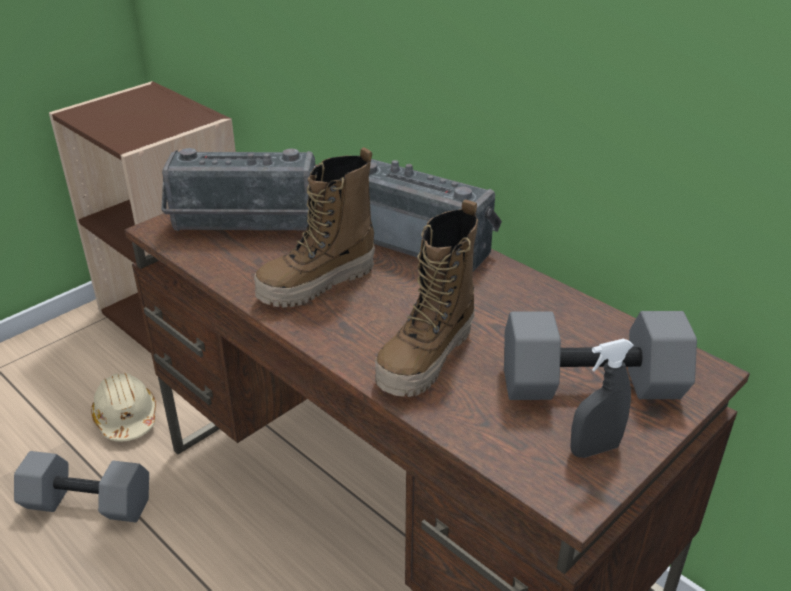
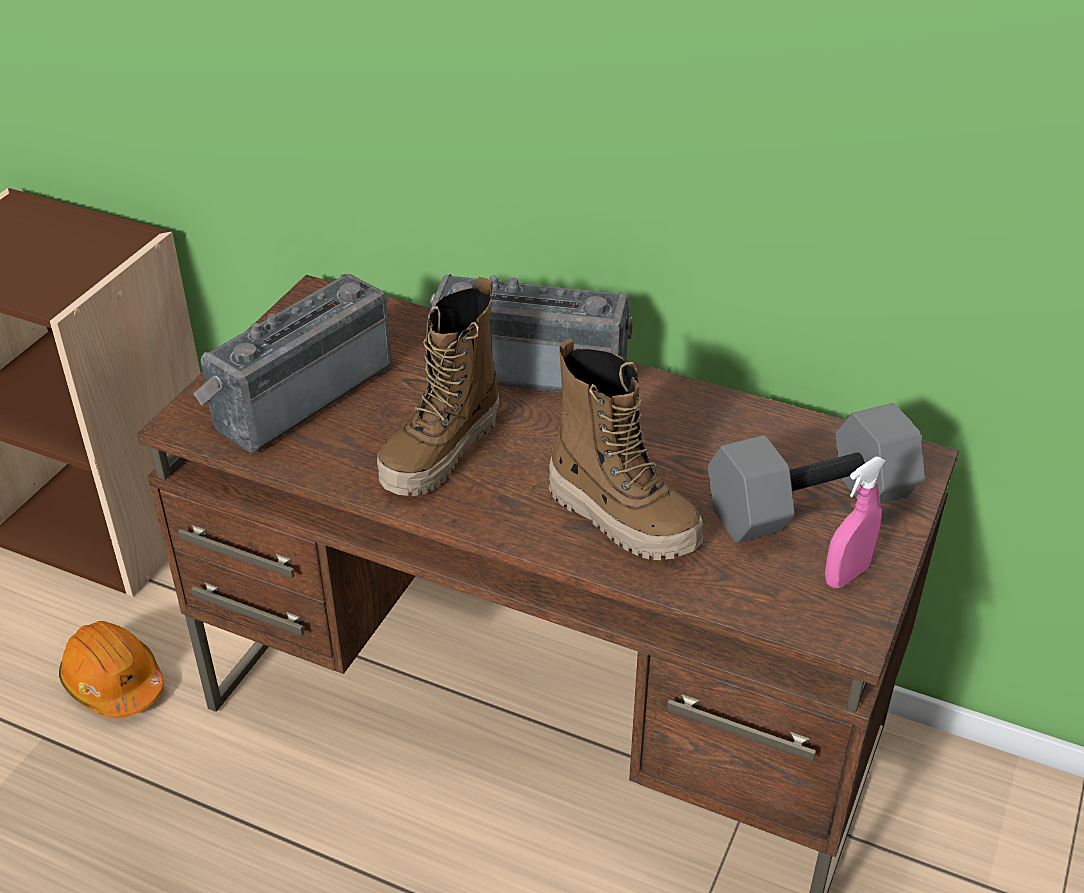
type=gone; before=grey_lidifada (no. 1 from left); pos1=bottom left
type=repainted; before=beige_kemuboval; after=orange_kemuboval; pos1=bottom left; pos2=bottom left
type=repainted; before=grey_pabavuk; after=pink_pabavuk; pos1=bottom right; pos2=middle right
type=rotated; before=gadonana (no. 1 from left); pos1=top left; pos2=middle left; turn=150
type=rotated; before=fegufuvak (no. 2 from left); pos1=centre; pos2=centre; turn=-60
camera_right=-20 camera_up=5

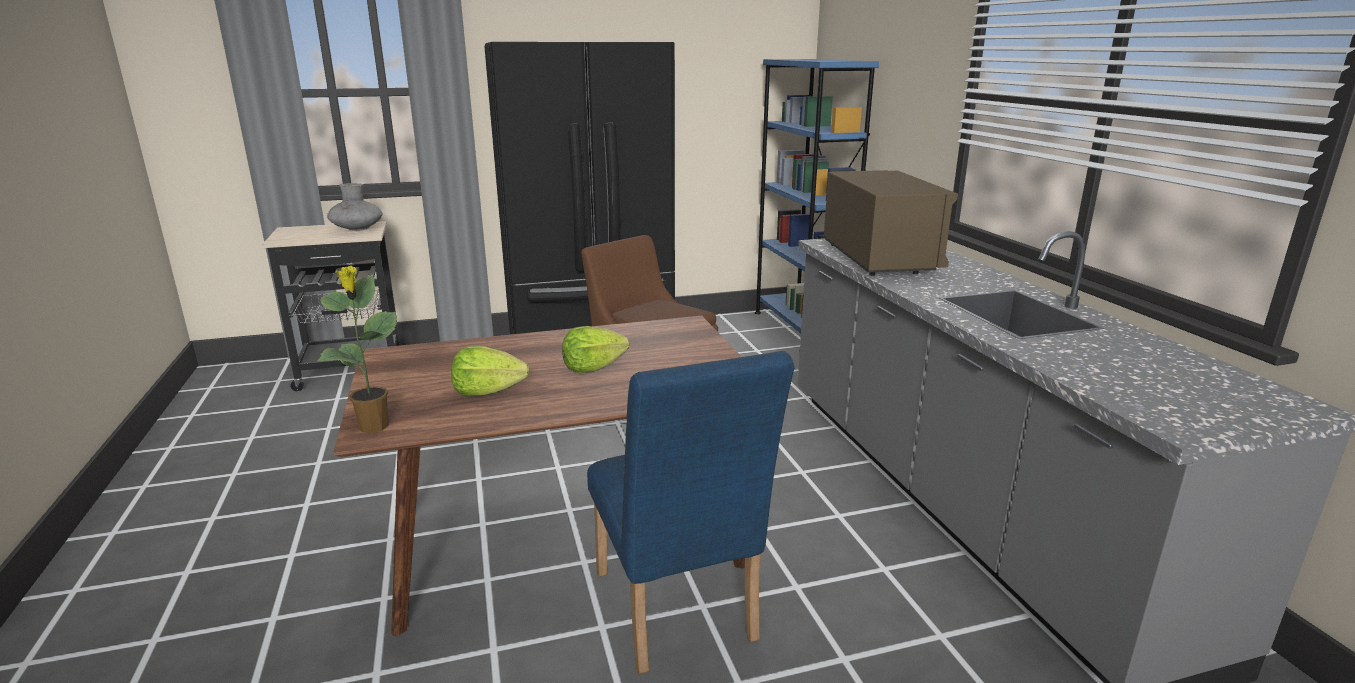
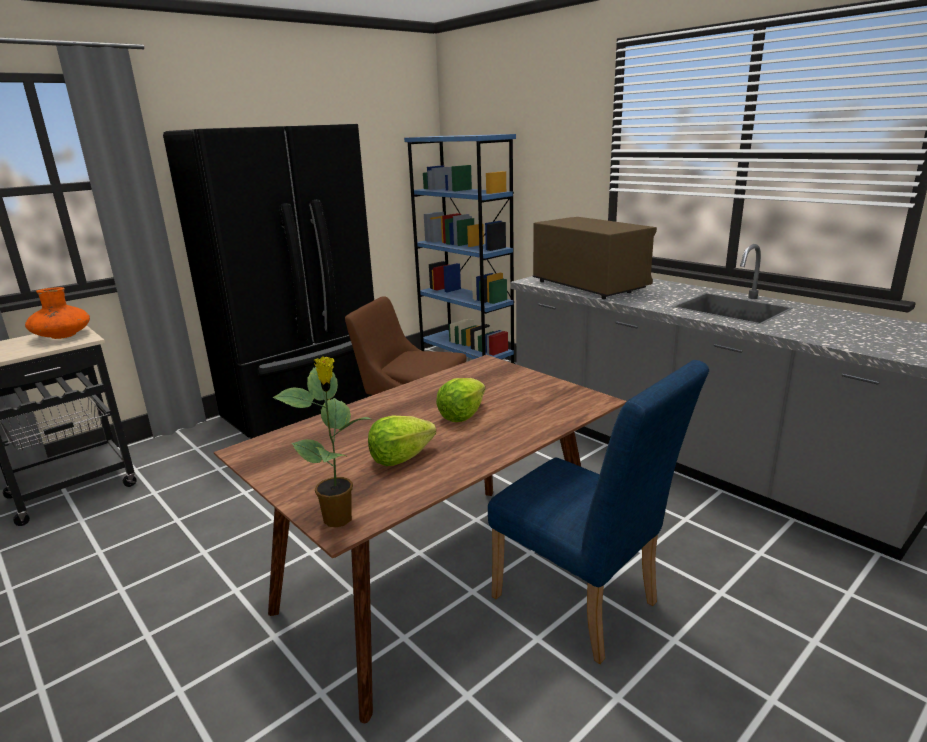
type=repainted; before=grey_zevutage; after=orange_zevutage; pos1=top left; pos2=middle left
camera_right=-25 camera_up=0

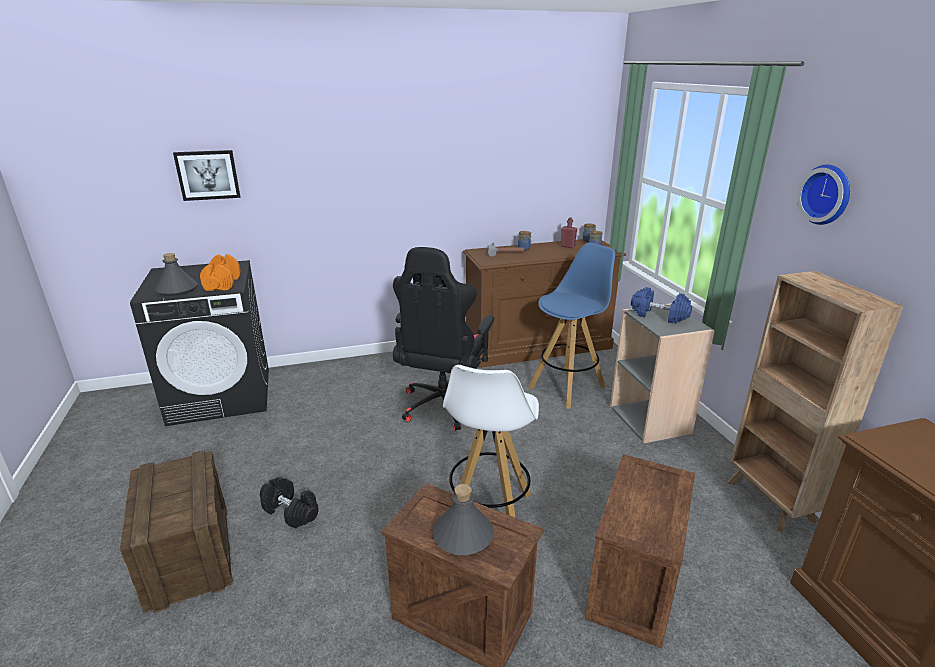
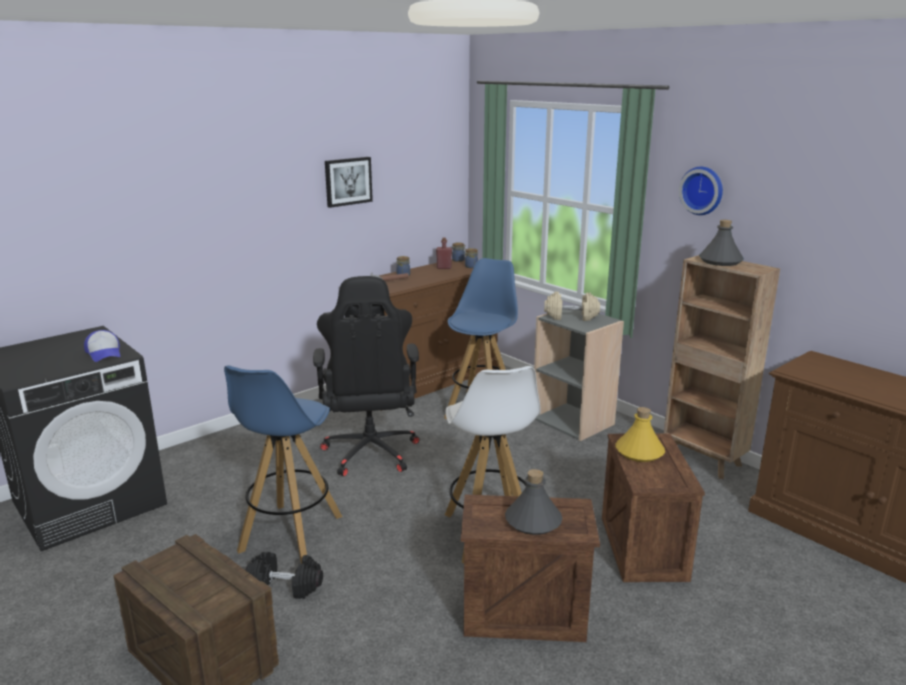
type=new; after=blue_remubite (no. 1 from left); pos2=bottom left
type=new; after=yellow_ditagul; pos2=middle right
type=shifted; before=grey_ditagul (no. 1 from left in the first image); after=grey_ditagul (no. 2 from left); pos1=middle left; pos2=middle right
type=shifted; before=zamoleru; pos1=top left; pos2=top centre
type=swapped; before=orange_lidifada; after=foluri; pos1=middle left; pos2=middle left
type=repainted; before=blue_lidifada; after=beige_lidifada; pos1=middle right; pos2=centre
camera_right=-25 camera_up=-5

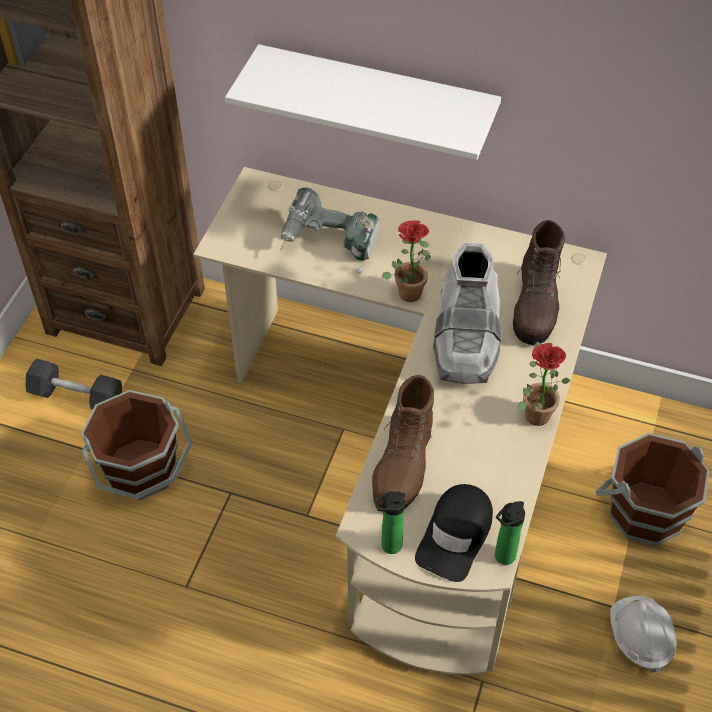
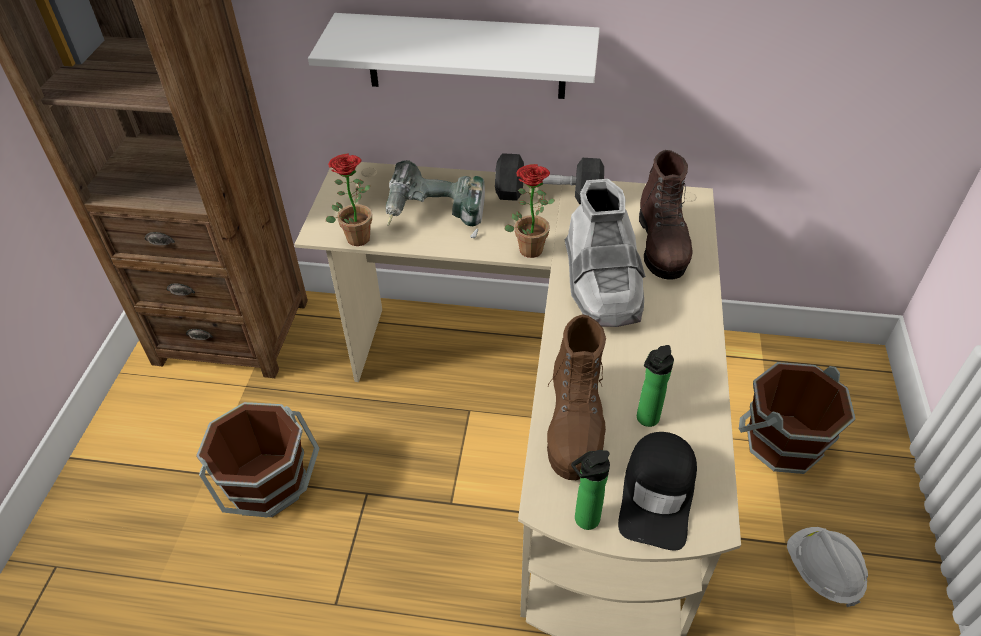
type=shifted; before=black_lidifada; pos1=middle left; pos2=top centre
type=shifted; before=ditagul (no. 2 from left); pos1=bottom right; pos2=middle right
type=shifted; before=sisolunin (no. 2 from left in the first image); after=sisolunin (no. 1 from left); pos1=middle right; pos2=top centre
camera_right=-10 camera_up=-5

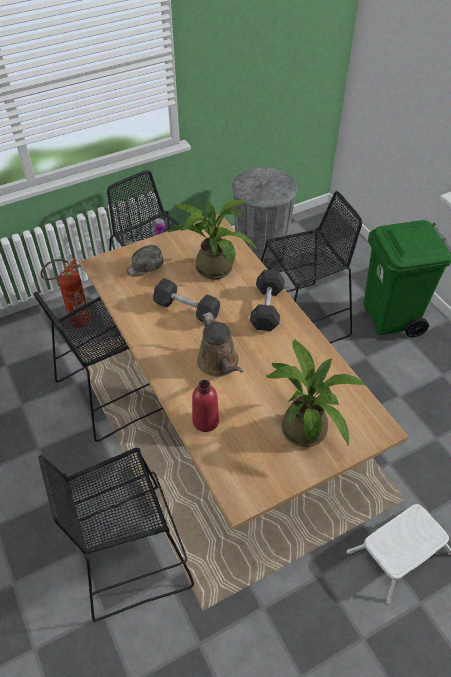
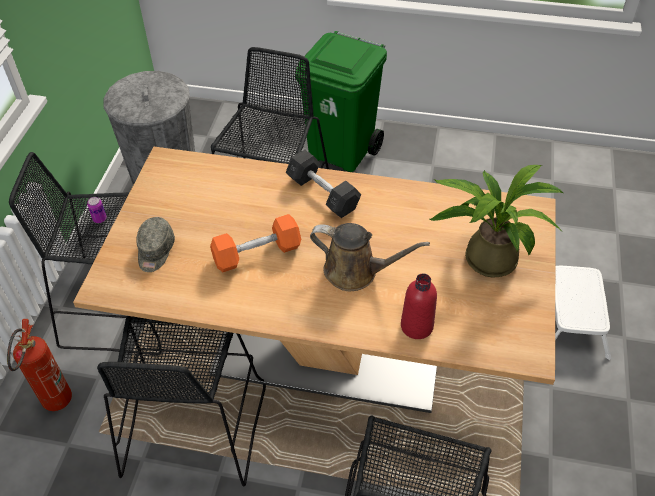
type=gone; before=sisolunin (no. 1 from left); pos1=centre
type=repainted; before=grey_lidifada (no. 1 from left); after=orange_lidifada; pos1=centre; pos2=centre
camera_right=-50 camera_up=0

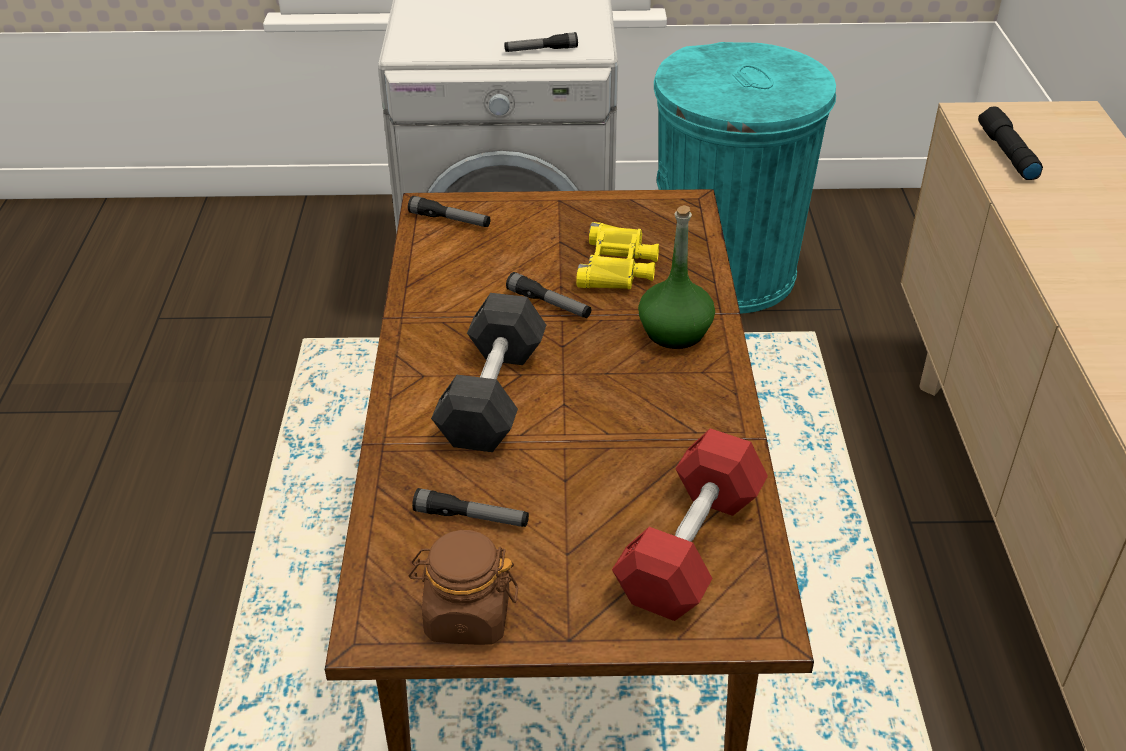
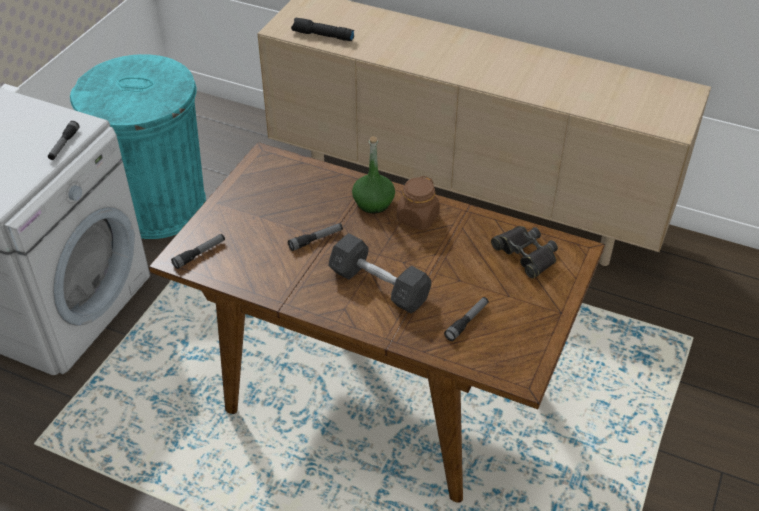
type=gone; before=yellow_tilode; pos1=centre
type=shifted; before=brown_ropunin; pos1=bottom centre; pos2=centre
type=swapped; before=red_lidifada; after=black_tilode; pos1=bottom centre; pos2=middle right
camera_right=-65 camera_up=5

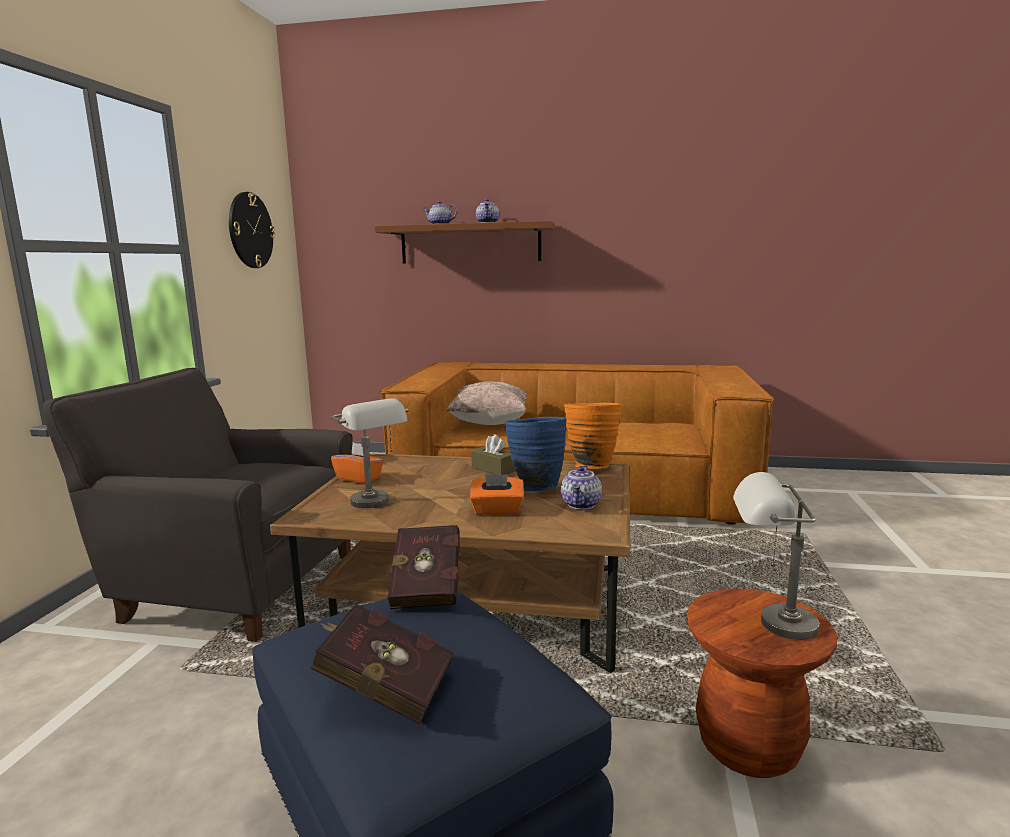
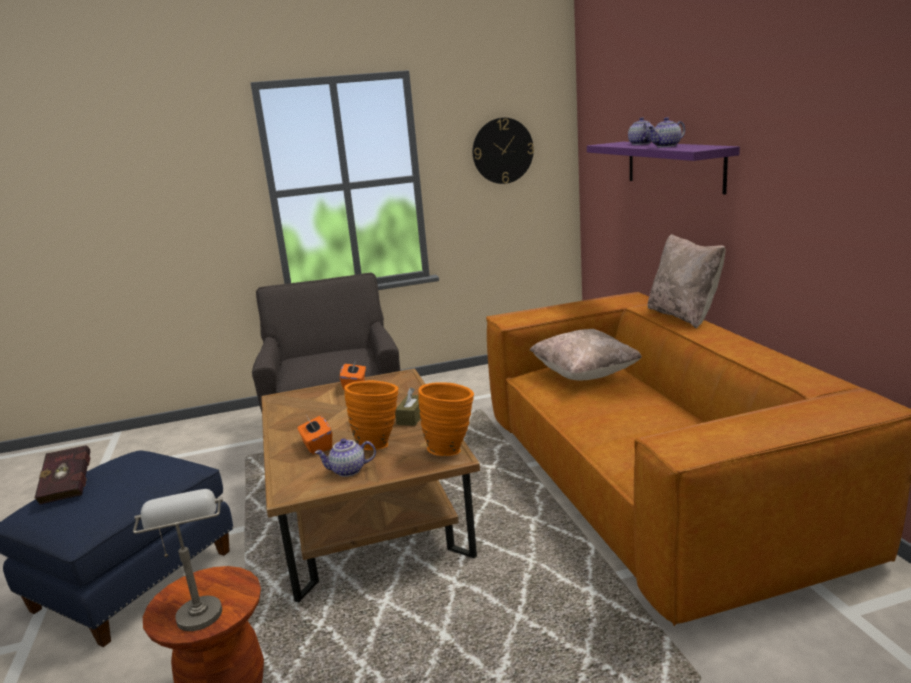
type=gone; before=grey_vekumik (no. 1 from left); pos1=centre
type=gone; before=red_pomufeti (no. 2 from left); pos1=bottom centre
type=new; after=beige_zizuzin (no. 2 from left); pos2=middle right
type=repainted; before=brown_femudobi; after=purple_femudobi; pos1=top centre; pos2=top right
type=repainted; before=blue_zevutage; after=orange_zevutage (no. 1 from left); pos1=centre; pos2=centre
camera_right=65 camera_up=5

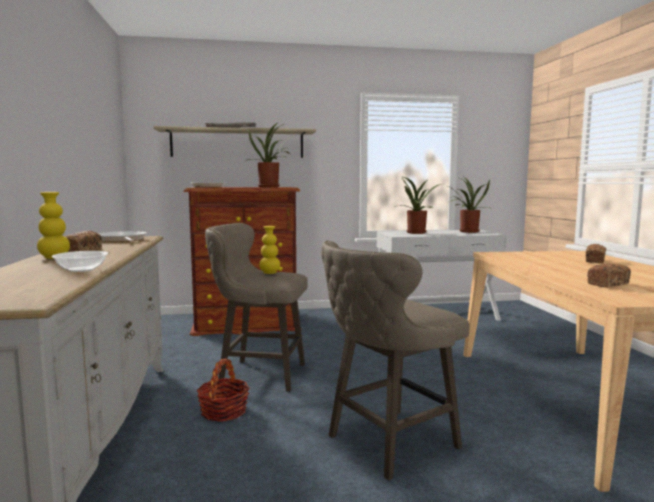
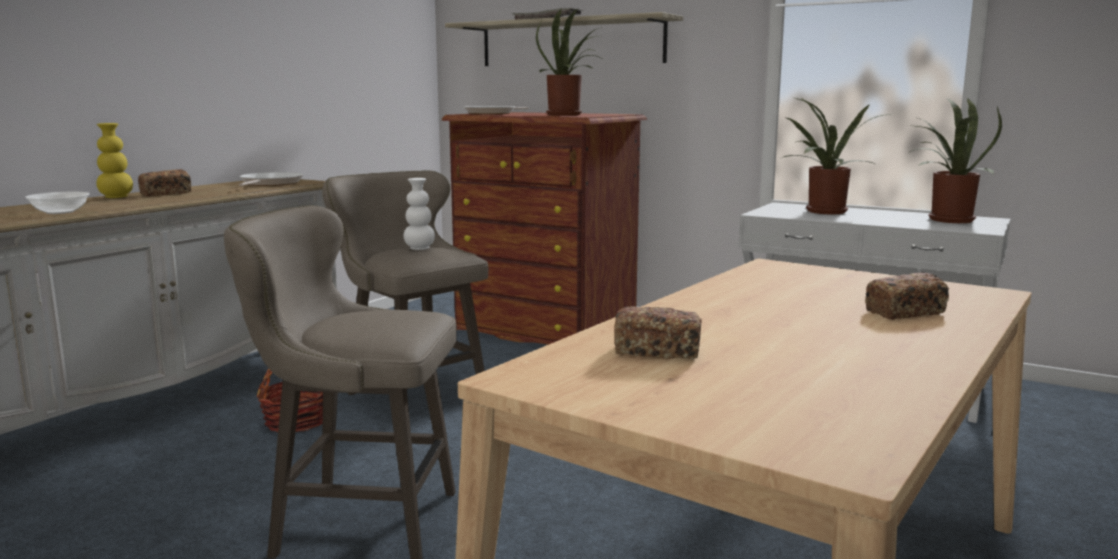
type=repainted; before=yellow_zevutage (no. 2 from left); after=white_zevutage; pos1=centre; pos2=centre
camera_right=40 camera_up=5

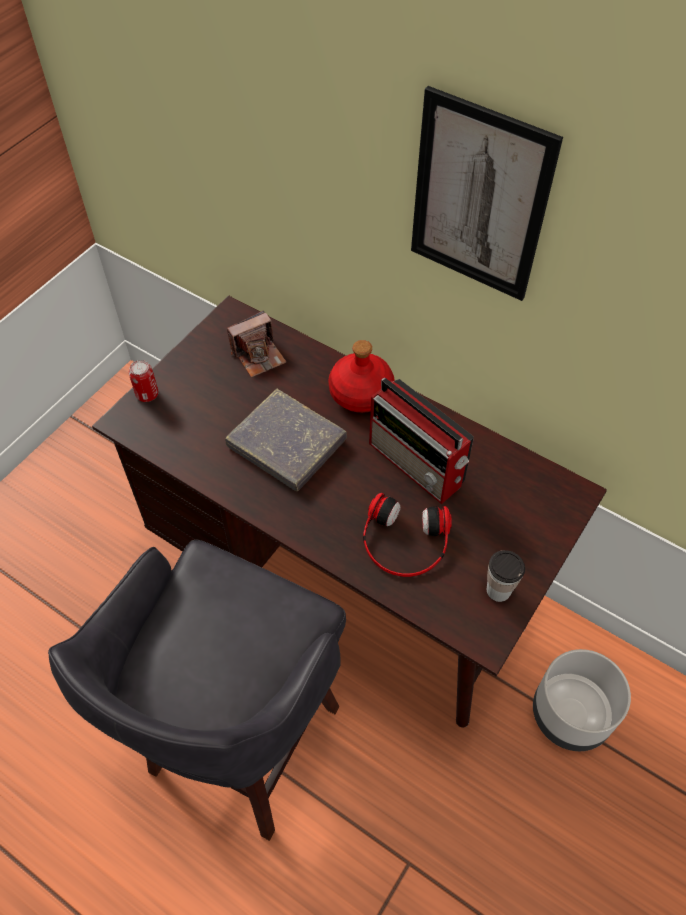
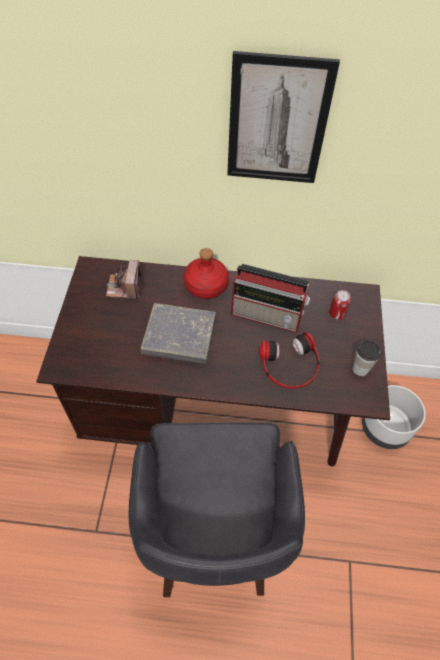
type=shifted; before=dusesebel; pos1=middle left; pos2=middle right
type=rotated; before=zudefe; pos1=centre; pos2=middle left; turn=150
camera_right=-30 camera_up=0

